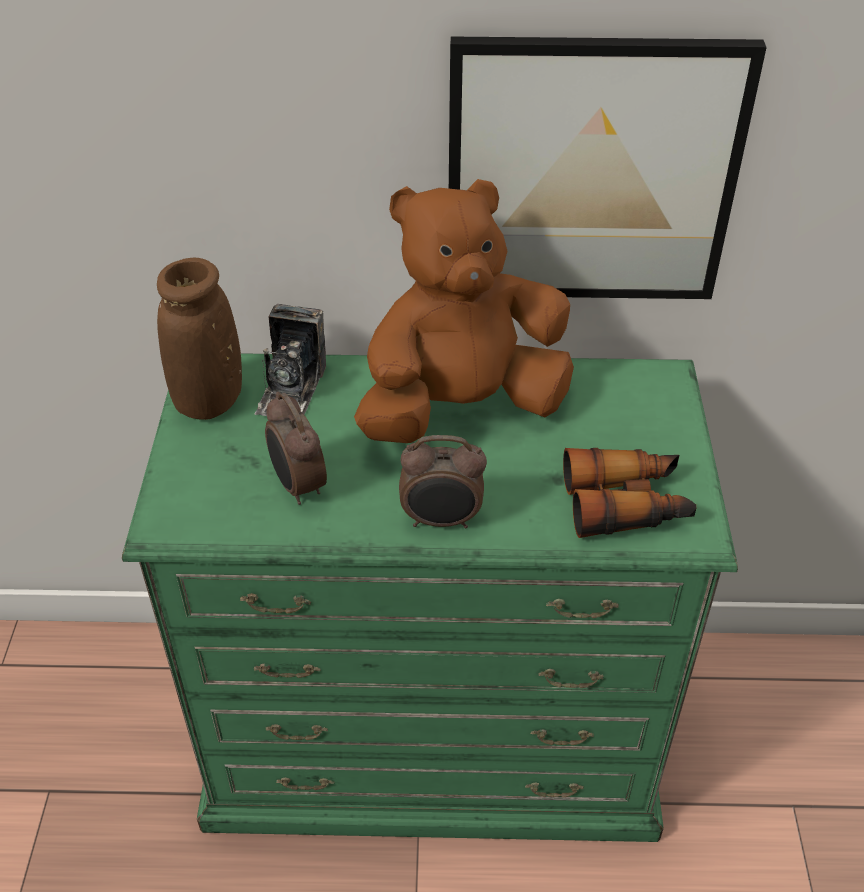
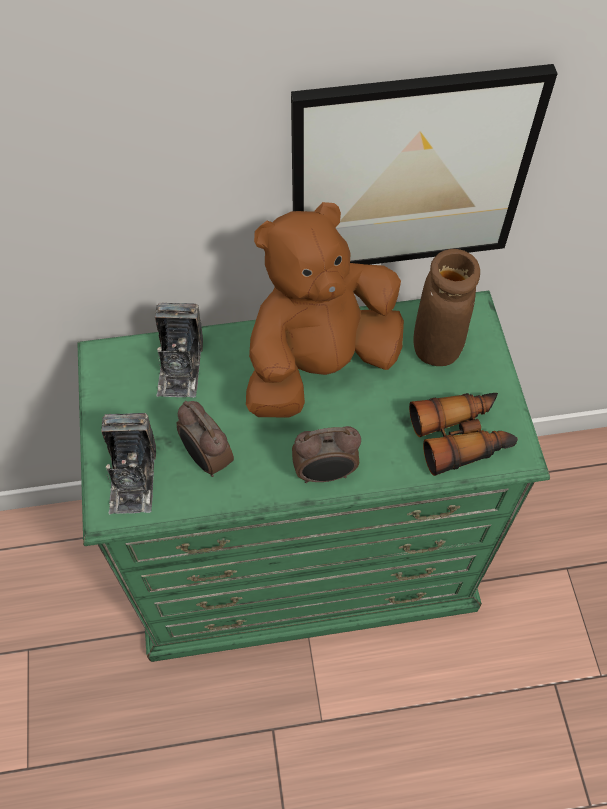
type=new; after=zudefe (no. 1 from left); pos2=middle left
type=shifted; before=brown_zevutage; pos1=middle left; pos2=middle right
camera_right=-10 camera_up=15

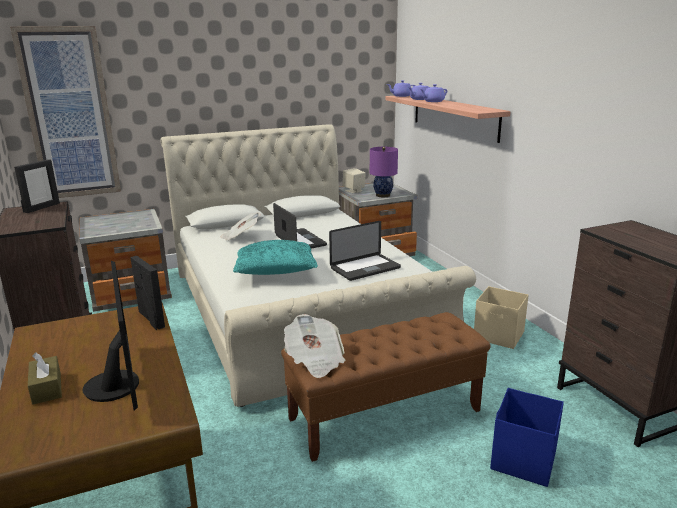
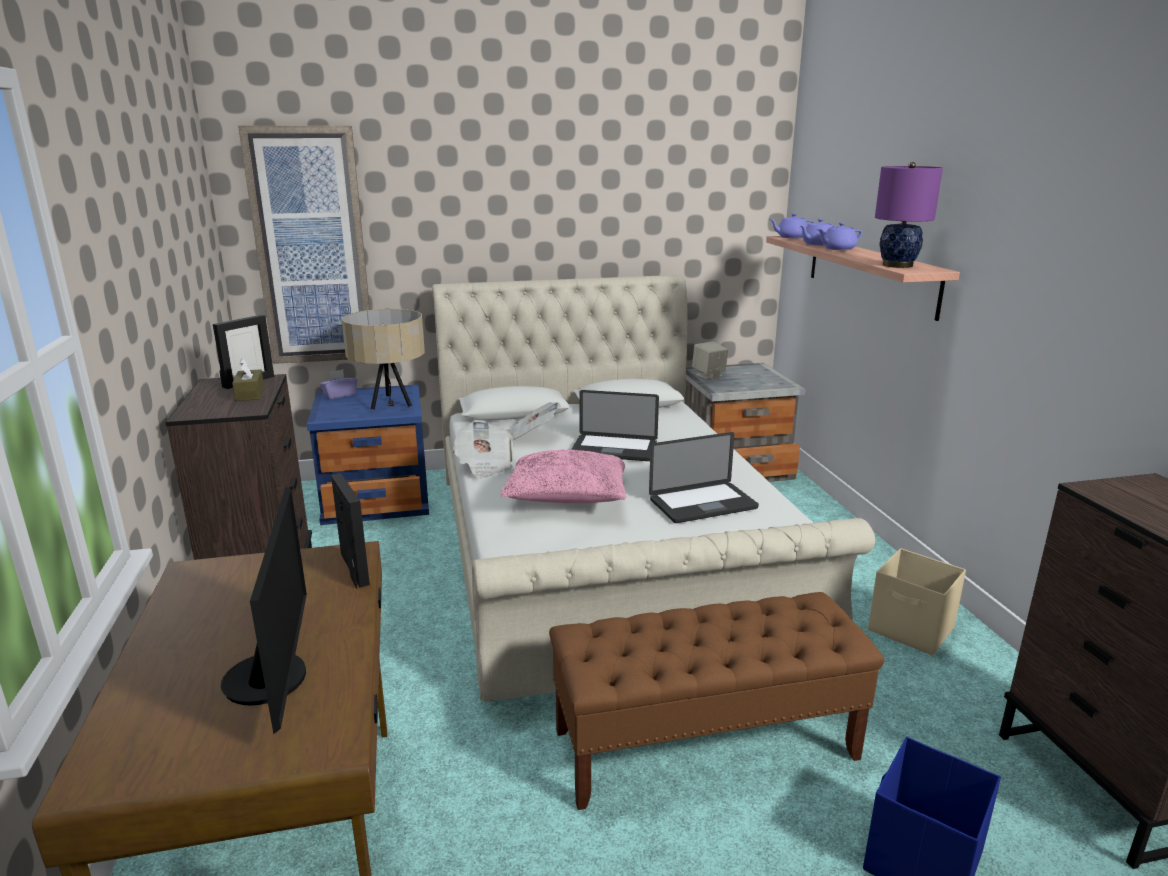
type=new; after=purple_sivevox; pos2=middle left
type=new; after=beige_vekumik; pos2=middle left
type=shifted; before=brown_sivevox; pos1=bottom left; pos2=middle left
type=shifted; before=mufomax (no. 2 from left in the first image); after=mufomax (no. 1 from left); pos1=bottom centre; pos2=centre
type=shifted; before=purple_vekumik; pos1=centre; pos2=top right
type=repainted; before=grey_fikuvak (no. 1 from left); after=blue_fikuvak; pos1=middle left; pos2=middle left
type=repainted; before=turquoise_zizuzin; after=pink_zizuzin; pos1=centre; pos2=centre
type=rotated; before=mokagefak (no. 1 from left); pos1=centre; pos2=centre; turn=120
camera_right=10 camera_up=0

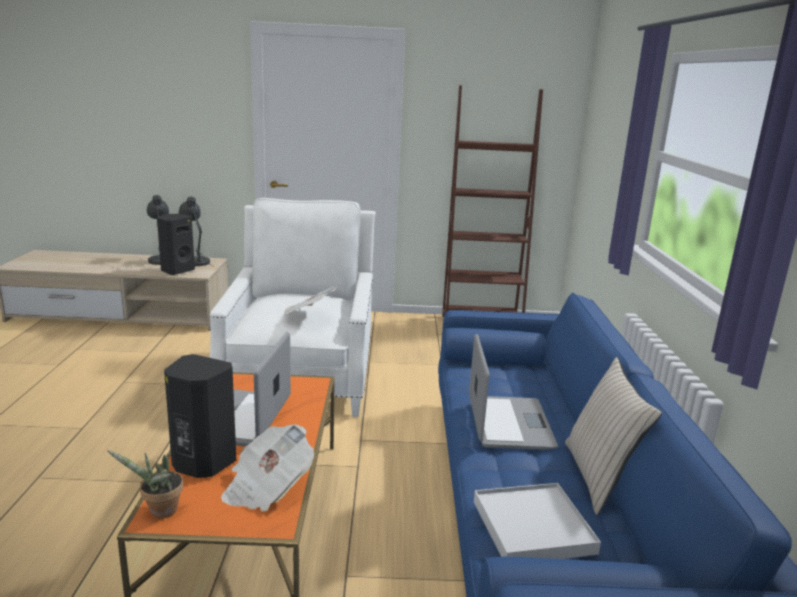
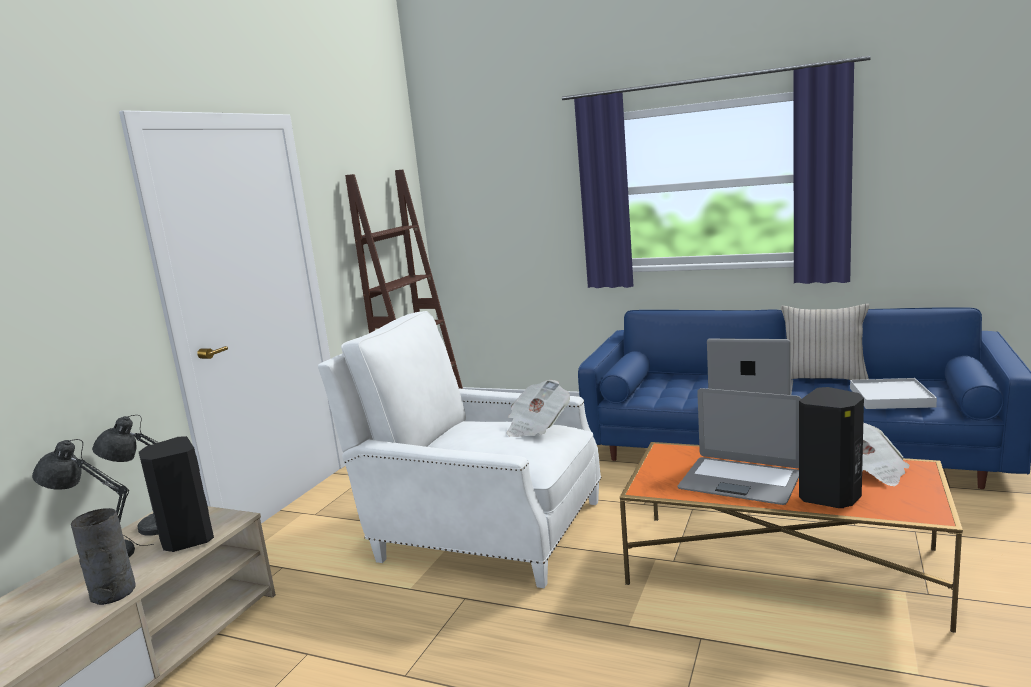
type=gone; before=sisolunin; pos1=bottom left
type=new; after=grey_zevutage; pos2=bottom left
camera_right=-65 camera_up=-5

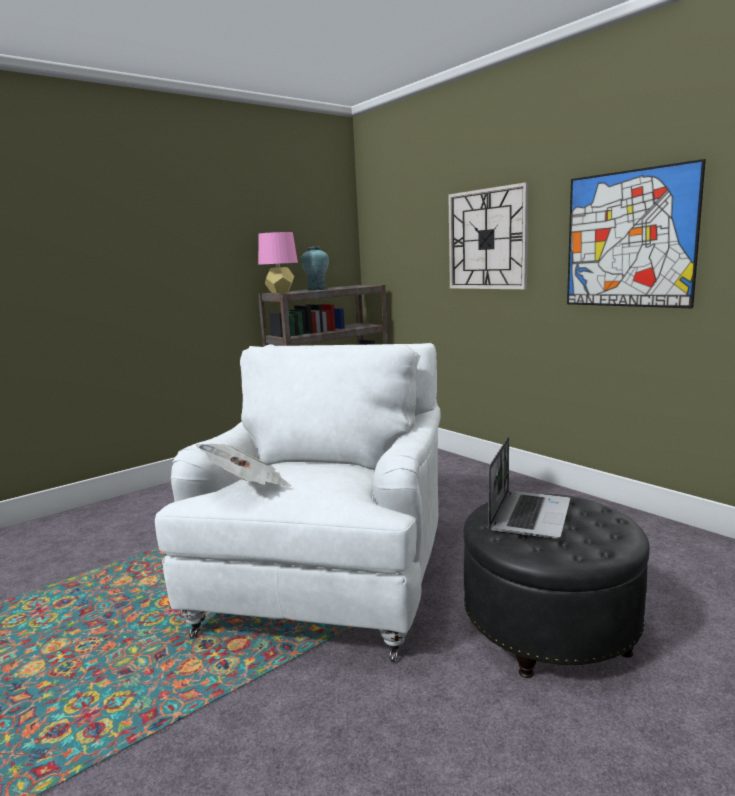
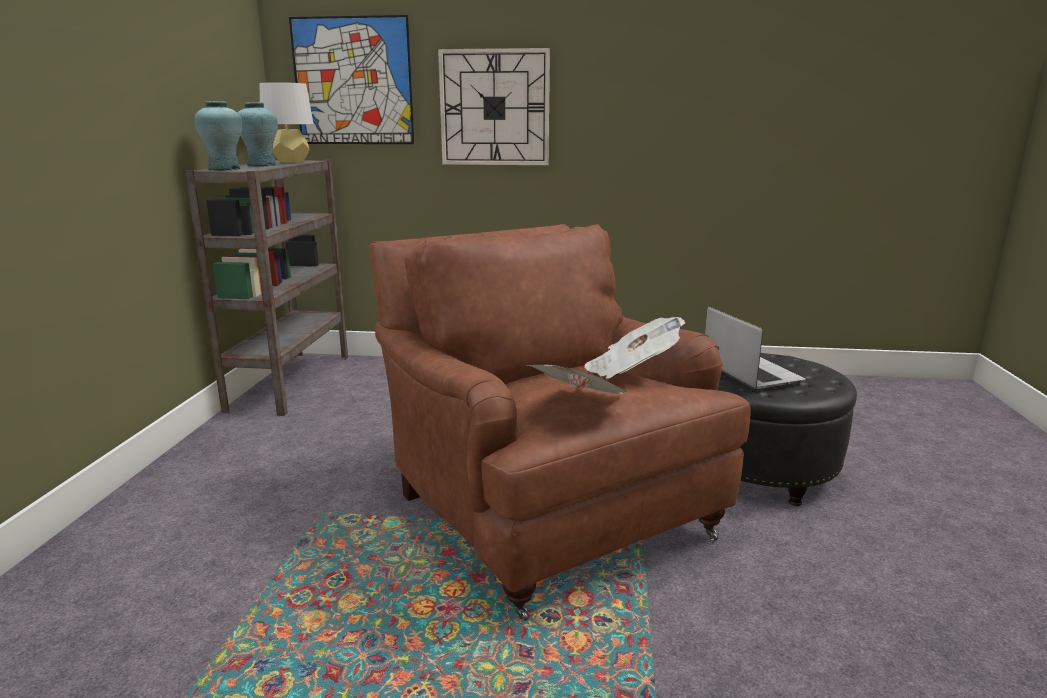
type=new; after=grey_vekumik; pos2=top left
type=new; after=mufomax (no. 2 from left); pos2=centre
type=shifted; before=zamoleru; pos1=top right; pos2=top centre
type=swapped; before=pink_vekumik; after=turquoise_zevutage (no. 1 from left); pos1=top centre; pos2=top left
type=repainted; before=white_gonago; after=brown_gonago; pos1=centre; pos2=centre
camera_right=-45 camera_up=5

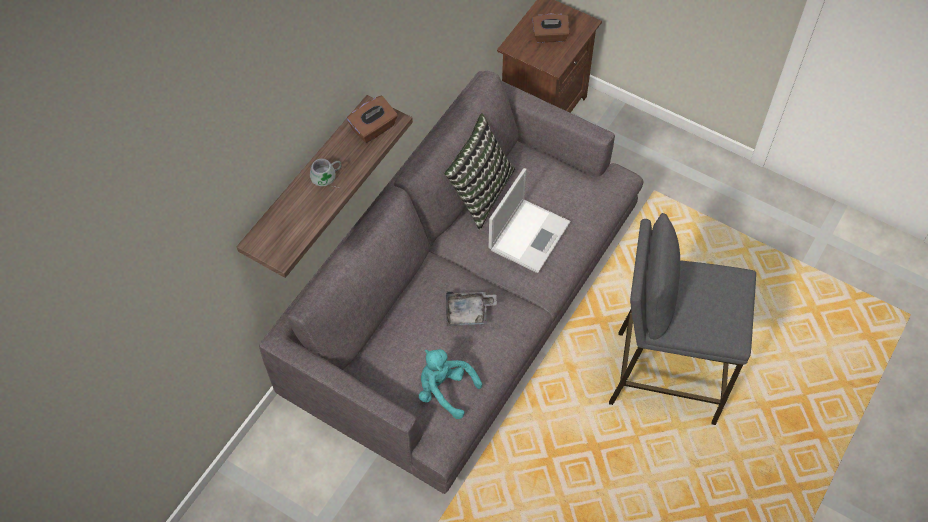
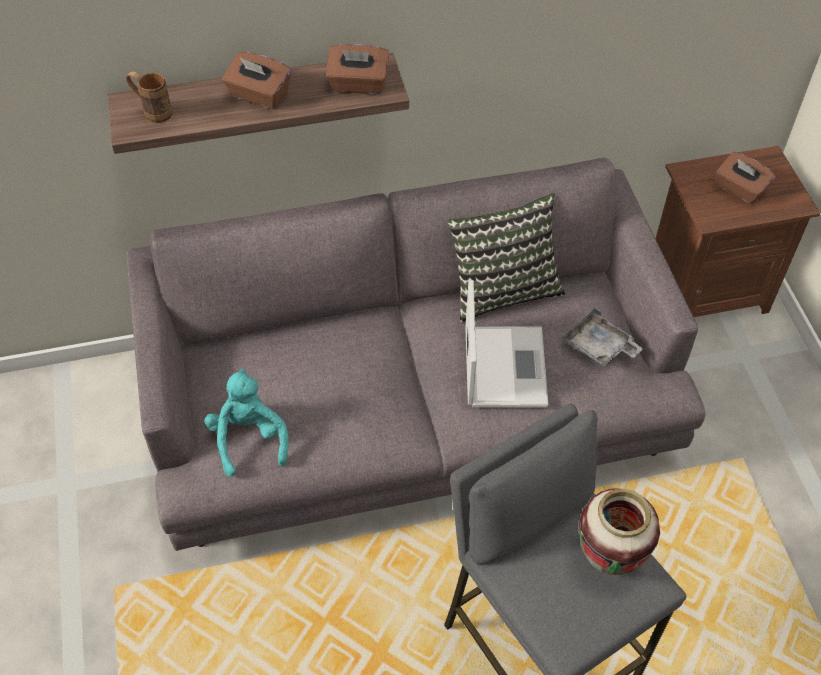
type=new; after=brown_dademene; pos2=top left
type=new; after=zevutage; pos2=bottom right
type=shifted; before=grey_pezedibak; pos1=centre; pos2=middle right
type=swapped; before=grey_dademene; after=brown_sivevox (no. 1 from left); pos1=top centre; pos2=top left
type=rotated; before=mokagefak; pos1=centre; pos2=centre; turn=-75
camera_right=45 camera_up=-5

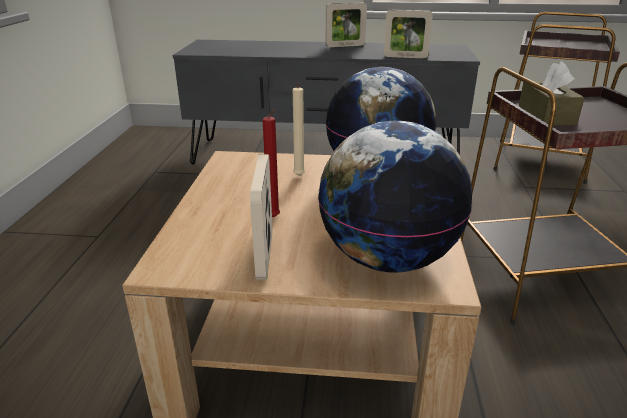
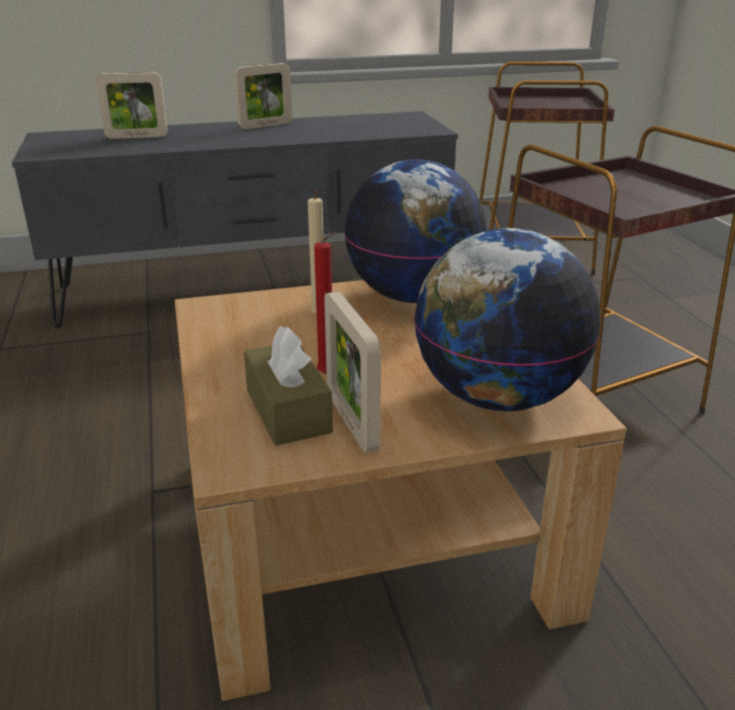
type=shifted; before=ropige (no. 3 from left in the first image); after=ropige (no. 1 from left); pos1=top centre; pos2=top left
type=shifted; before=brown_sivevox; pos1=top right; pos2=centre
camera_right=-20 camera_up=0

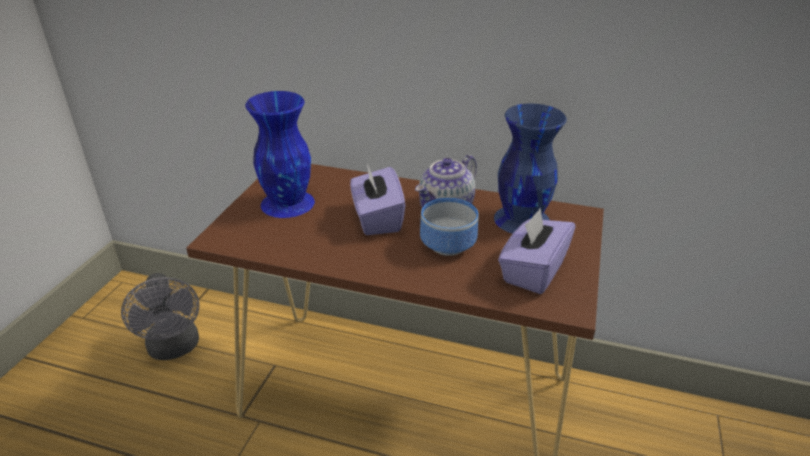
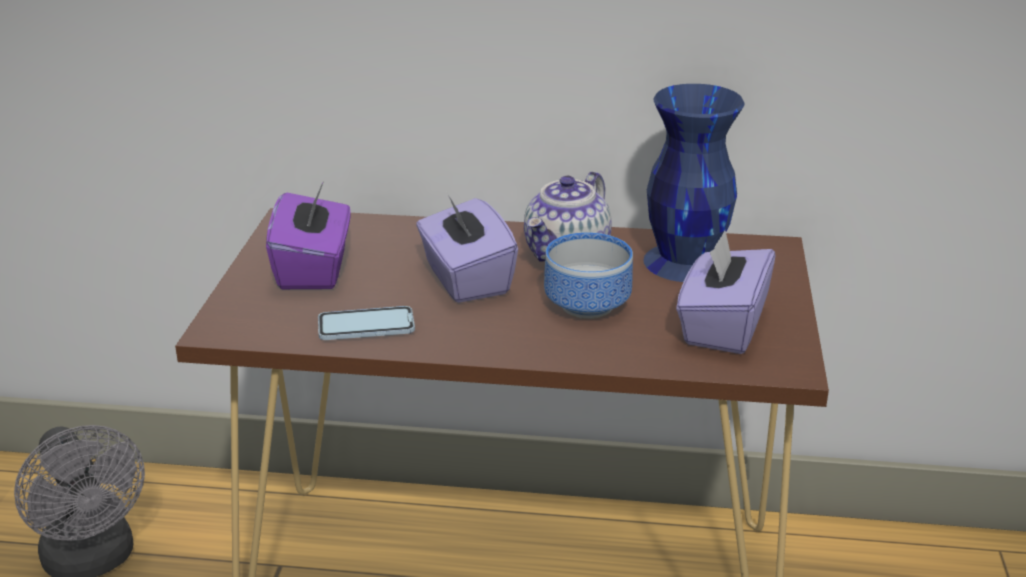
type=new; after=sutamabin; pos2=centre
type=swapped; before=blue_zevutage (no. 1 from left); after=purple_sivevox (no. 1 from left); pos1=centre; pos2=middle left
camera_right=-10 camera_up=-5

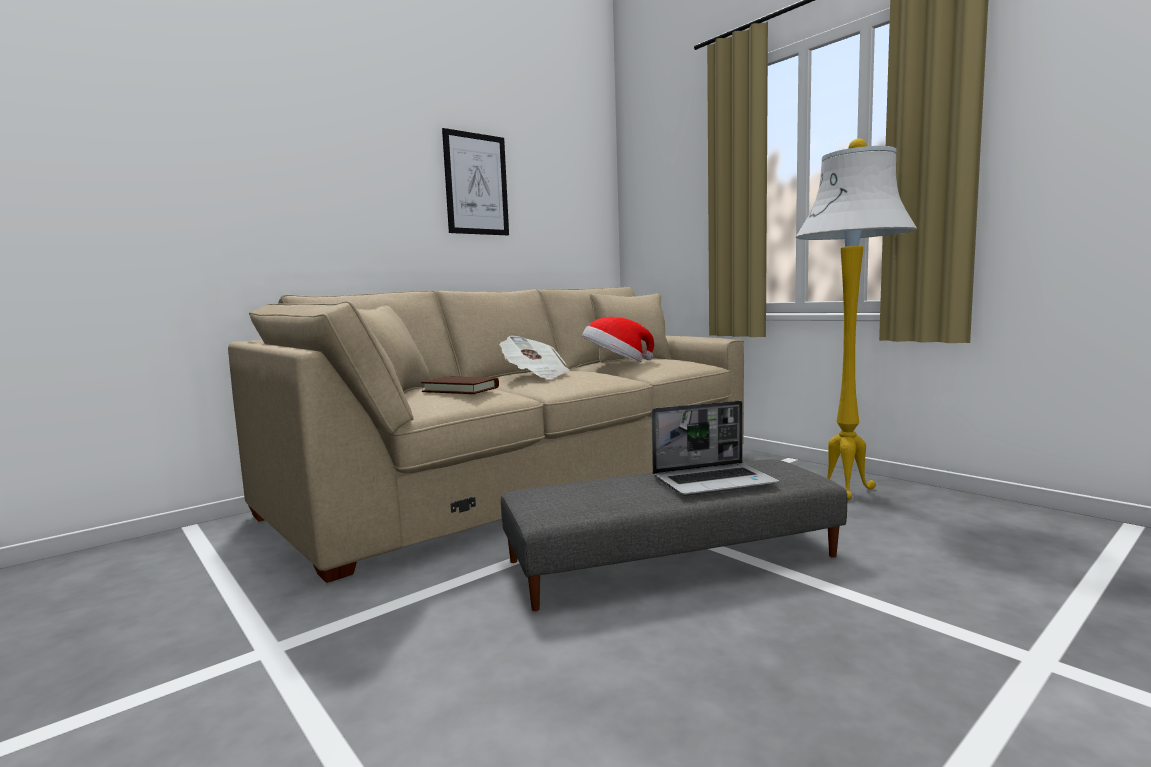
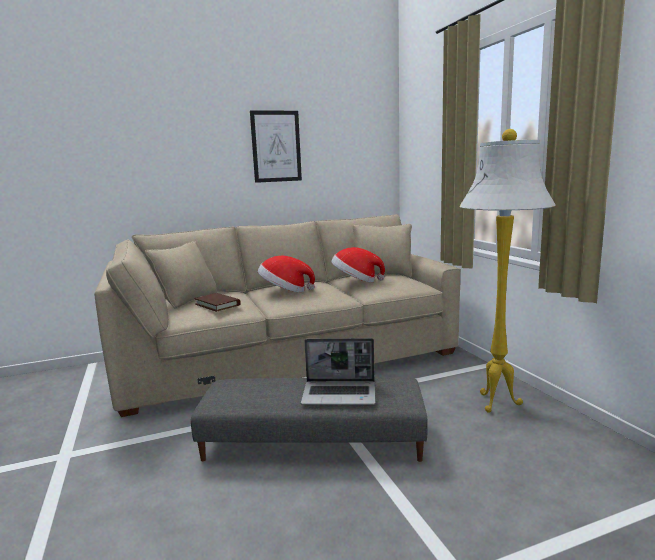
type=swapped; before=mufomax; after=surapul (no. 1 from left); pos1=centre; pos2=centre
camera_right=20 camera_up=5

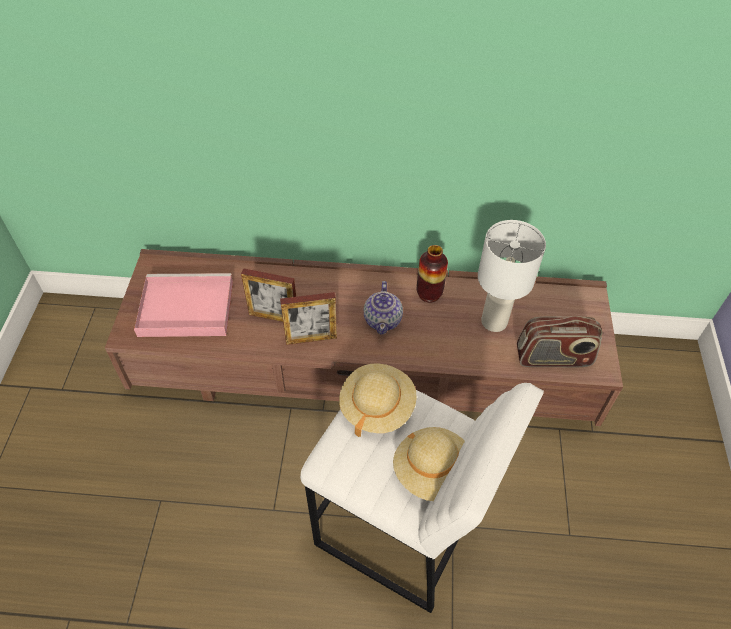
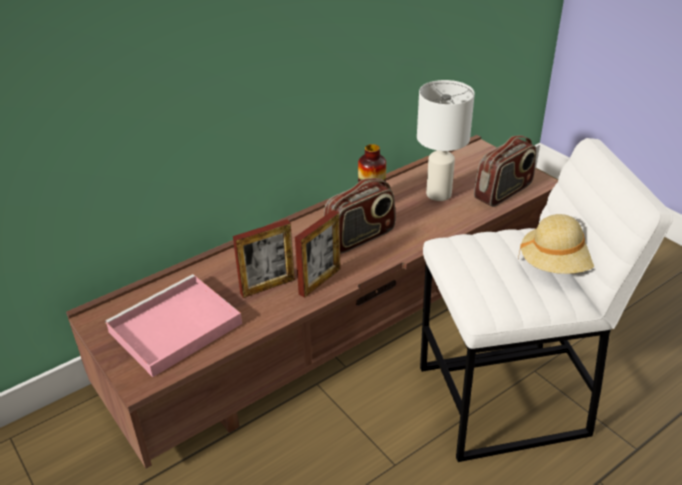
type=gone; before=beige_surapul (no. 1 from left); pos1=centre
type=swapped; before=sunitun; after=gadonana (no. 1 from left); pos1=centre; pos2=centre
camera_right=-40 camera_up=-15

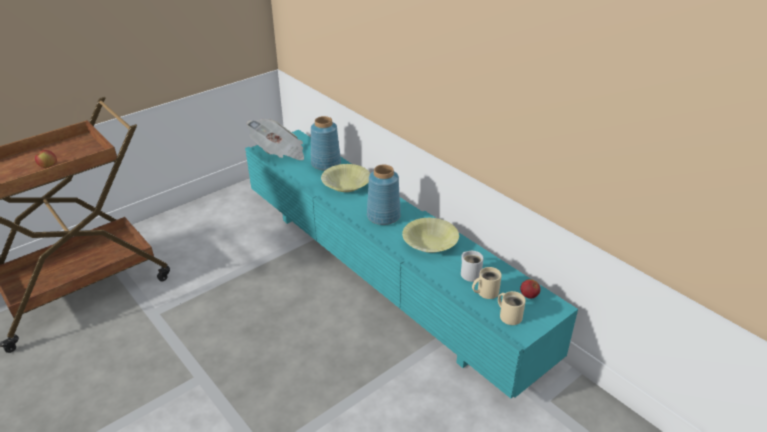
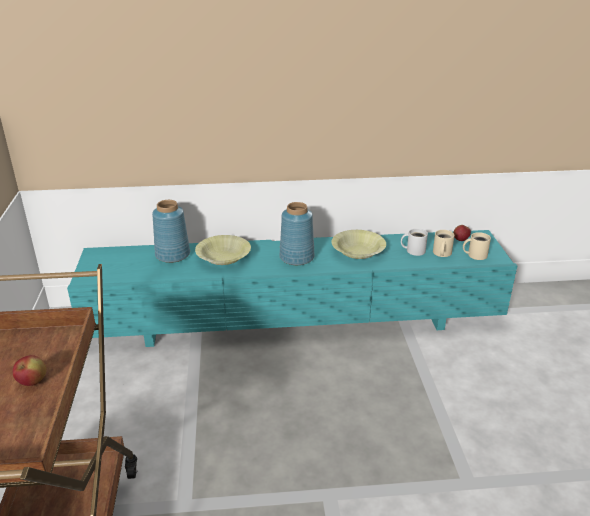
type=gone; before=mufomax; pos1=top centre
camera_right=-55 camera_up=-5

